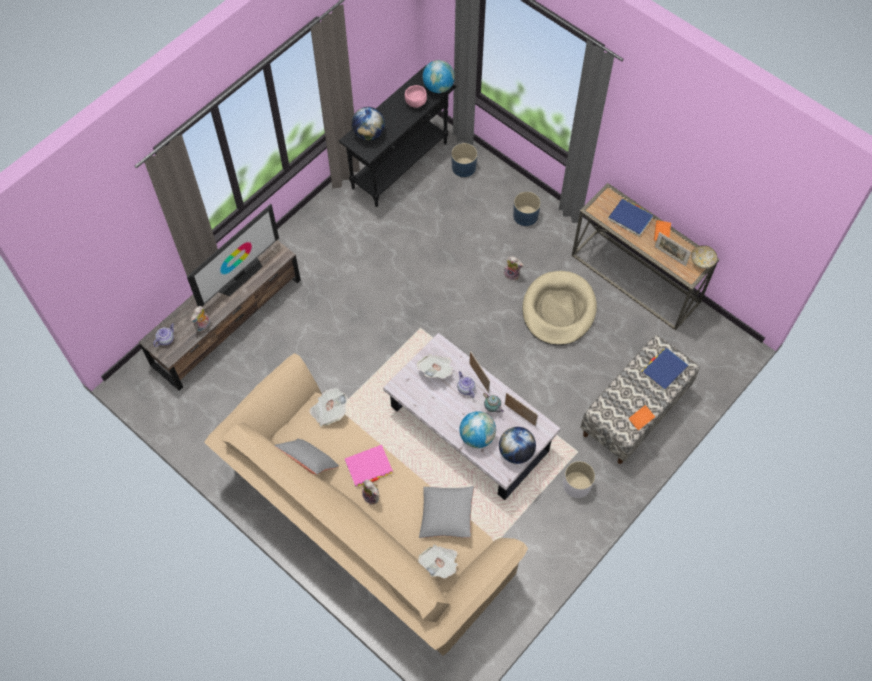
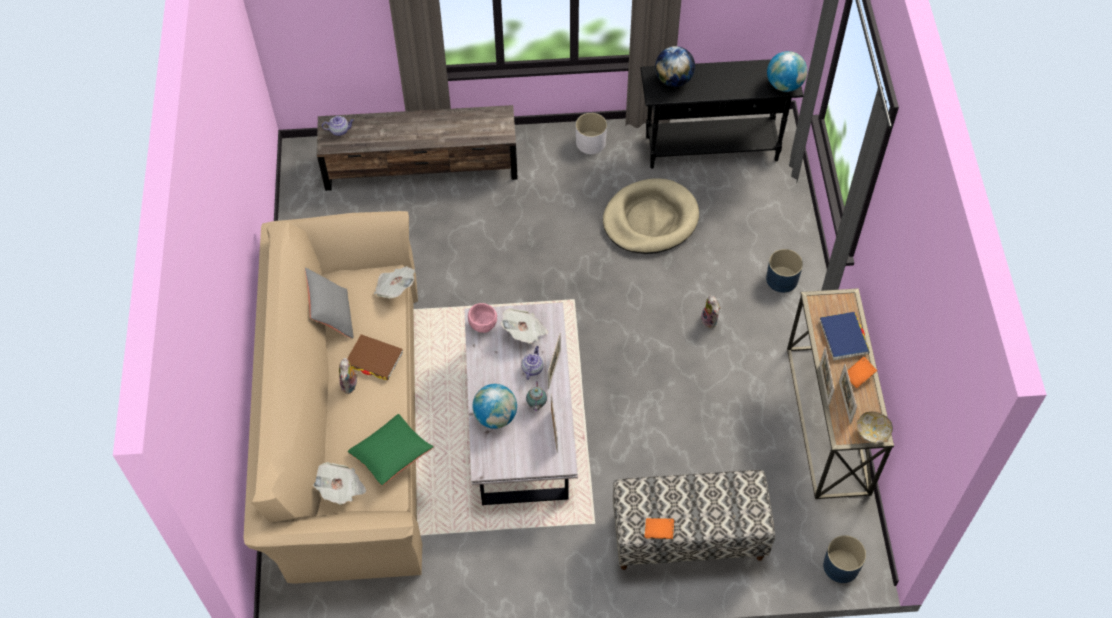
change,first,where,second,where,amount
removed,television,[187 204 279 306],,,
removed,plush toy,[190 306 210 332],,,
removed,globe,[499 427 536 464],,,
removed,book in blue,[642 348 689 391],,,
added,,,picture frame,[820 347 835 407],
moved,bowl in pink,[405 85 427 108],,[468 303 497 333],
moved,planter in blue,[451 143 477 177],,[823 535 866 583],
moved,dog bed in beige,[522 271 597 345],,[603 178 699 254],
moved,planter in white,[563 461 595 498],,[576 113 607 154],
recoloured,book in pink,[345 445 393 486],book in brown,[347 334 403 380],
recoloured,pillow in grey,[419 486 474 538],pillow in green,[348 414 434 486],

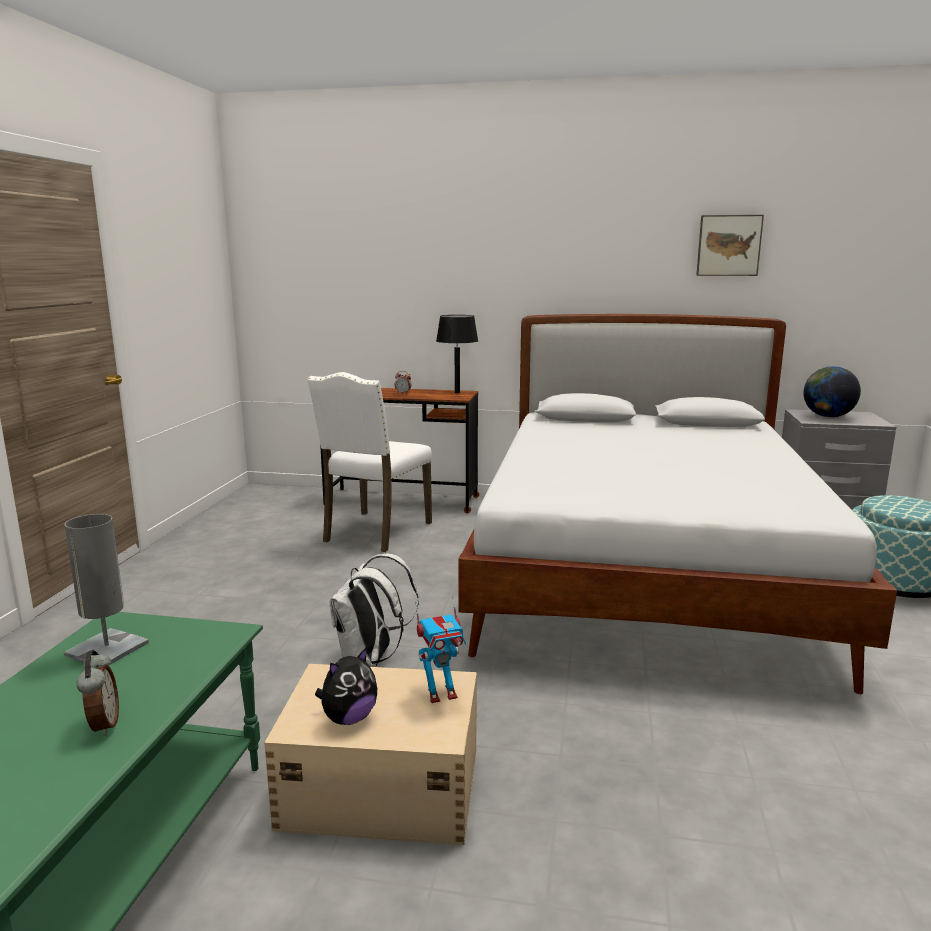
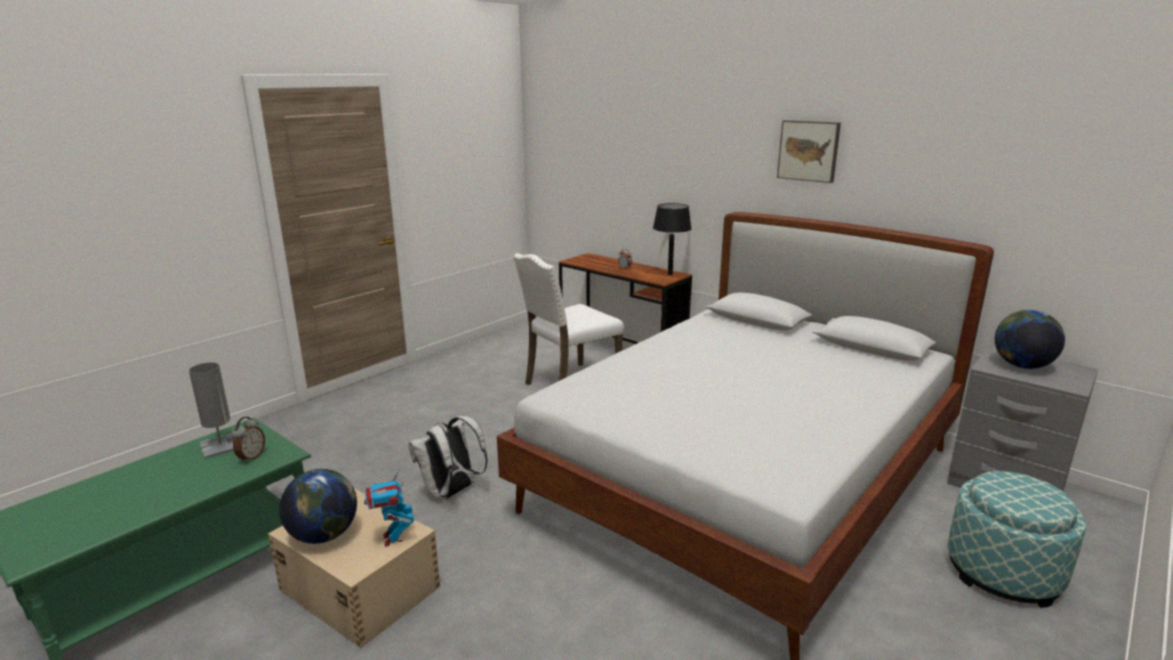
change,first,where,second,where,amount
moved,alarm clock,[76 650 119 736],,[231 417 265 463],
moved,picture,[696 215 764 276],,[777 120 841 183],
replaced,plush toy,[315 647 377 725],globe,[279 469 357 544],
turned,toy robot,[415 595 466 703],,[364 468 414 547],60 degrees clockwise

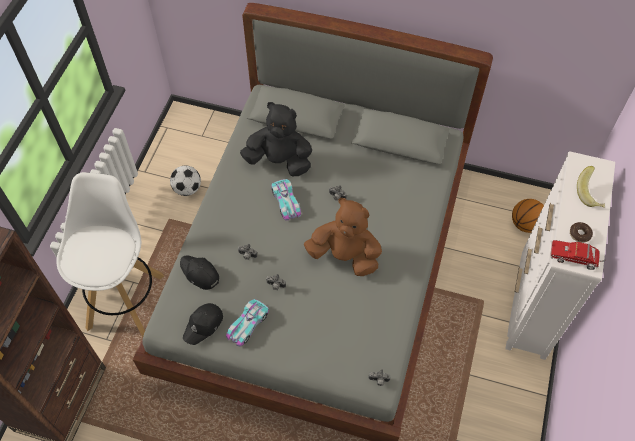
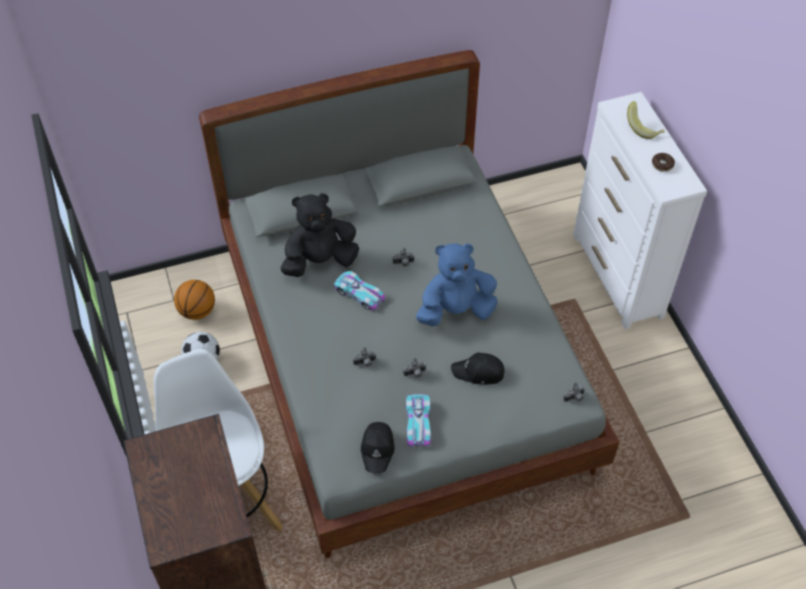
change,first,where,second,where,amount
removed,toy truck,[550 240 606 270],,,
moved,cap in black,[180 255 219 290],,[451 353 505 385],
moved,basketball,[512 199 544 233],,[174 280 215 320],
recoloured,plush toy in brown,[304 198 382 276],plush toy in blue,[416 243 498 326],

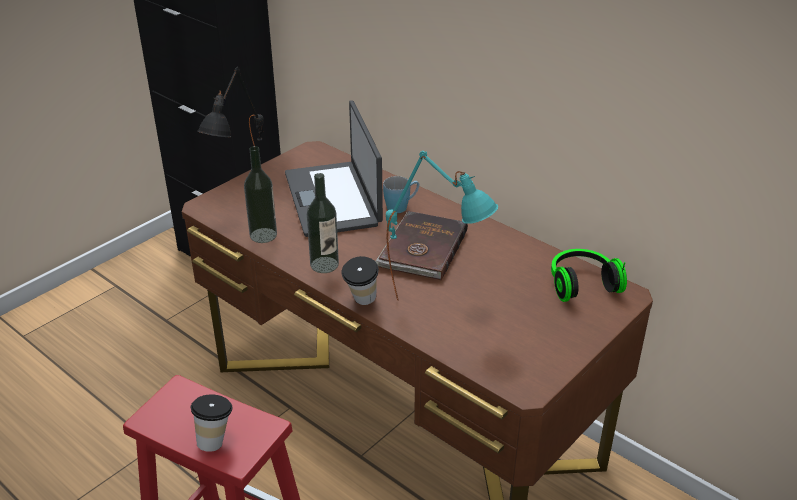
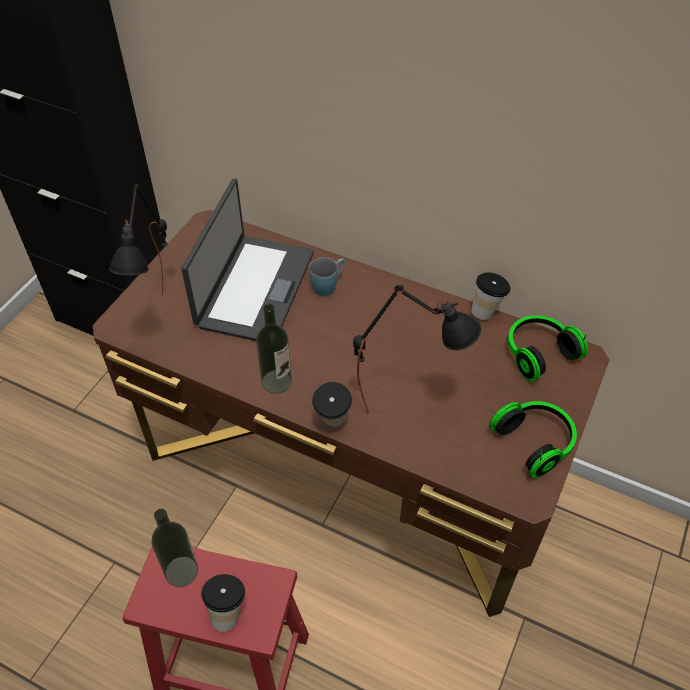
change,first,where,second,where,amount
removed,book in brown,[375 211 468 281],,,
added,,,cup,[471 272 511 320],
added,,,headphones,[489 401 577 478],
moved,bottle,[244 146 277 243],,[152 509 198 587],
recoloured,table lamp in turquoise,[386 151 498 301],table lamp in black,[353 285 482 414],
turned,laptop,[285 101 383 237],,[181 179 314 341],135 degrees counterclockwise

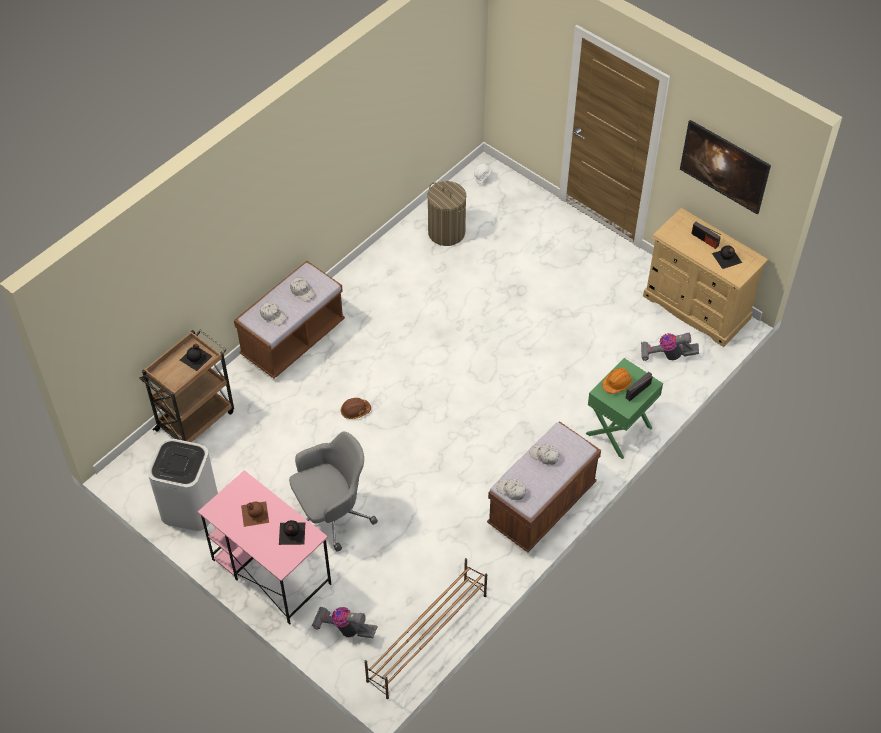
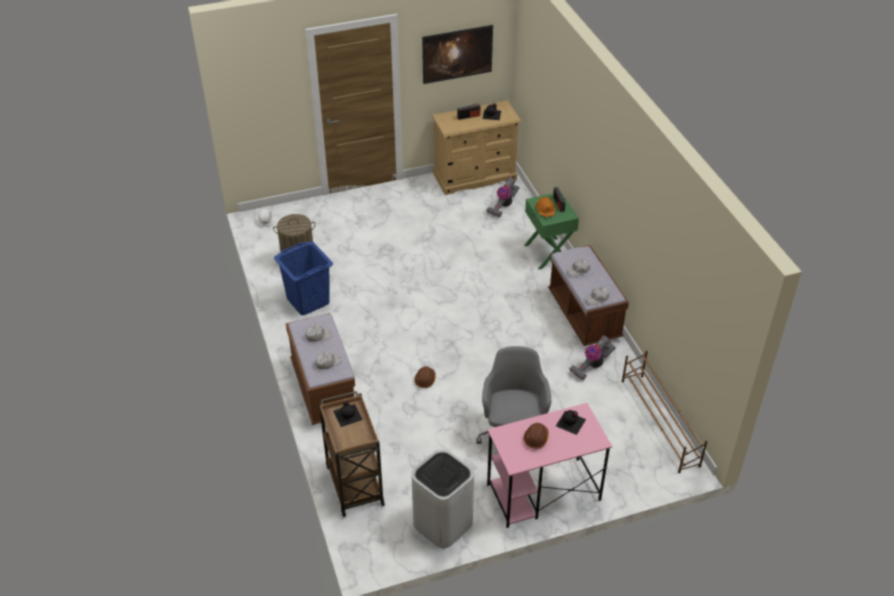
change,first,where,second,where,amount
added,,,laundry basket in blue,[274 241 333 315],
moved,vacuum cleaner,[312 606 378 638],,[569 335 616 380],
replaced,bottle in brown,[241 501 269 527],hard hat in brown,[524 423 548 449],

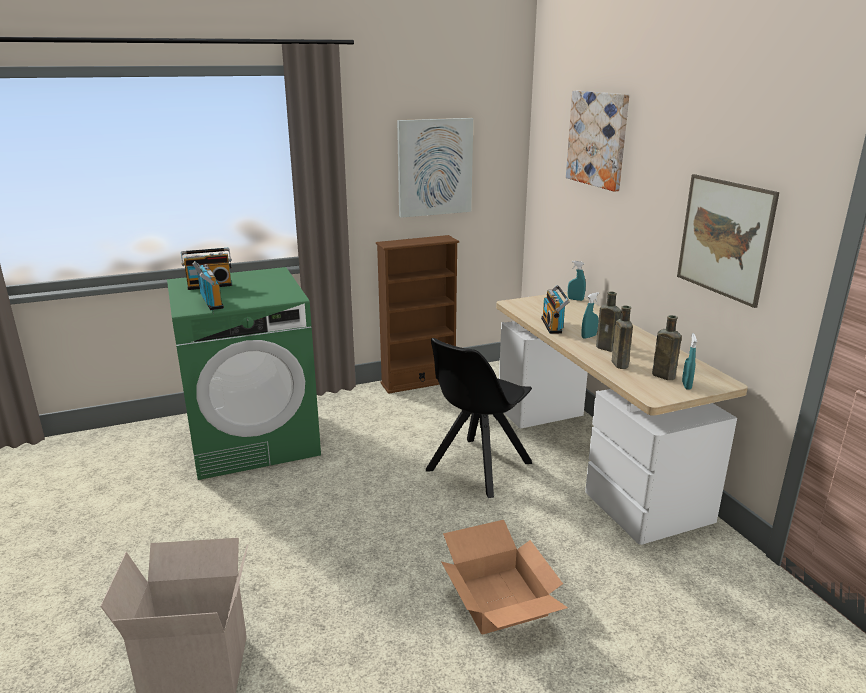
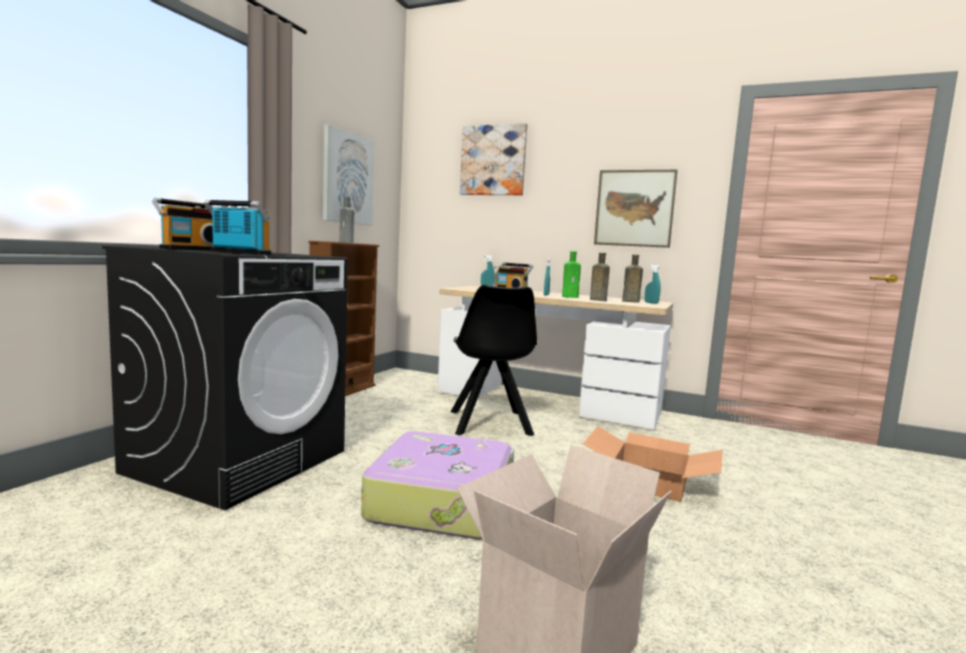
change,first,where,second,where,amount
added,,,bottle in grey,[339 197 354 243],
added,,,suitcase,[361 431 514 539],
recoloured,washing machine in green,[167 267 321 480],washing machine in black,[102 246 348 510],
recoloured,bottle in brown,[596 292 621 352],bottle in green,[562 251 581 298],

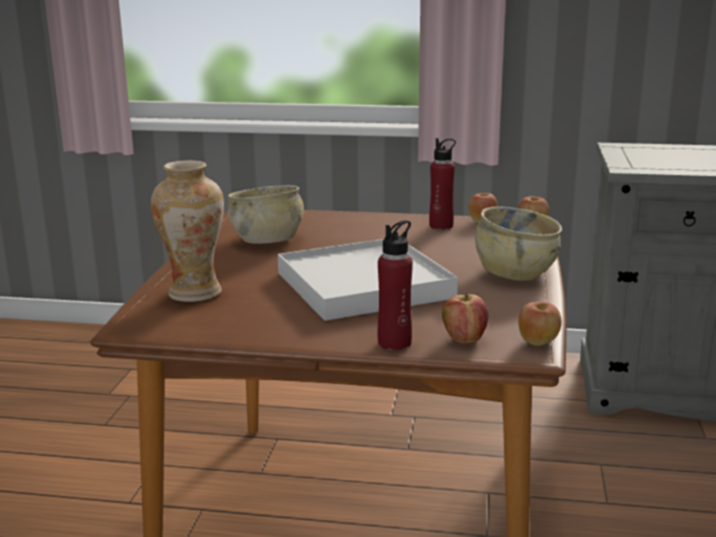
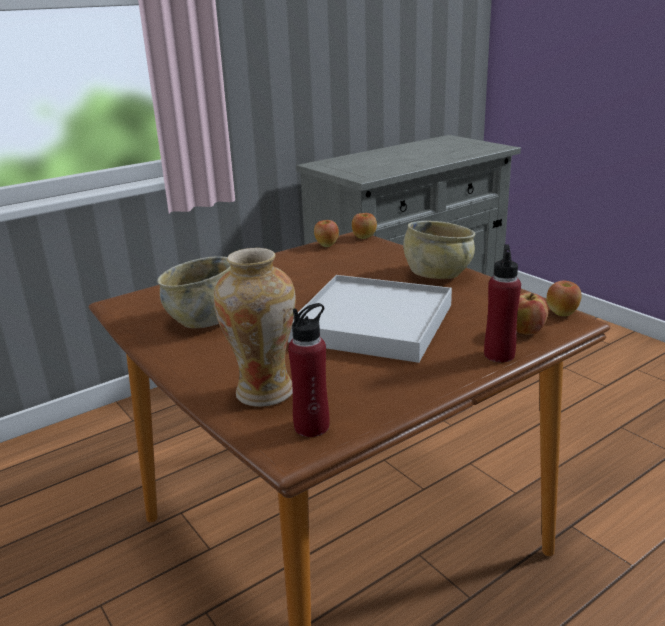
change,first,where,second,where,amount
moved,bottle in red,[429 138 456 230],,[288 303 329 437],

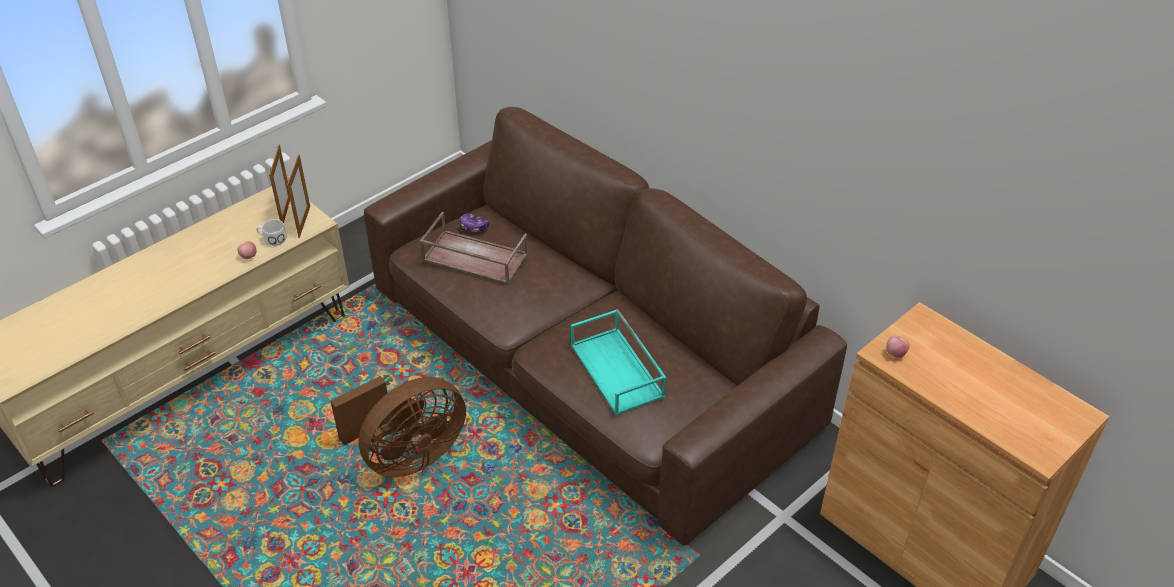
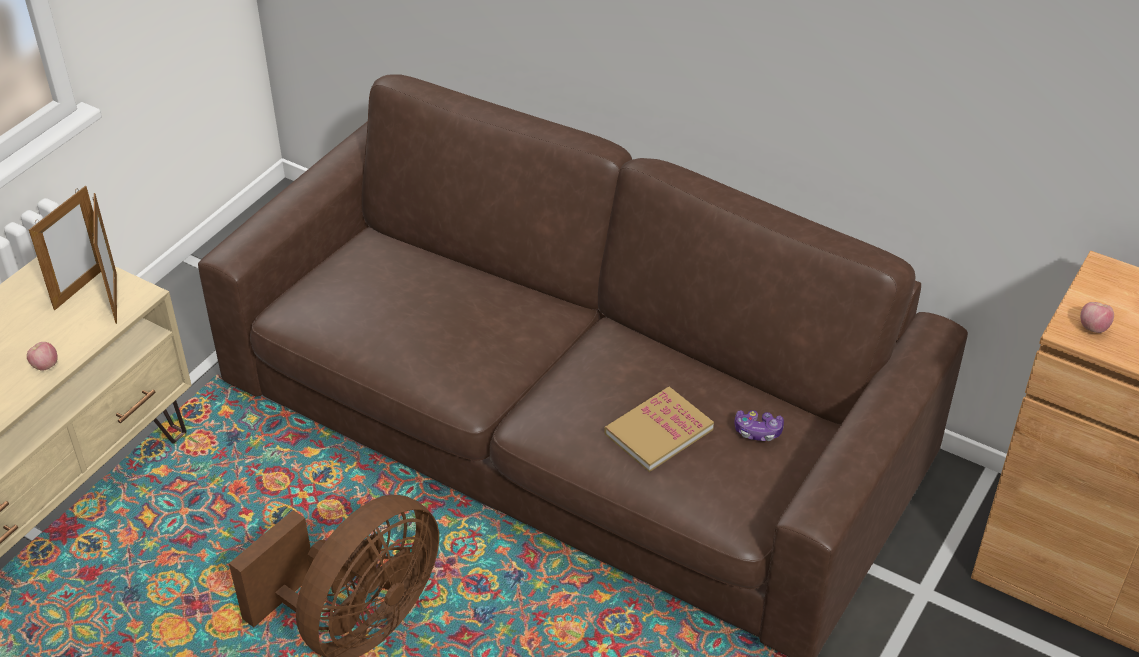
change,first,where,second,where,amount
removed,mug in white,[256 219 287 246],,,
removed,tray in brown,[419 212 528 285],,,
moved,game controller,[460 214 490 232],,[735 410 784 441],
replaced,tray in turquoise,[571 309 666 415],book,[604 387 714 472],
turned,picture frame,[269 144 290 223],,[29 186 101 310],45 degrees clockwise

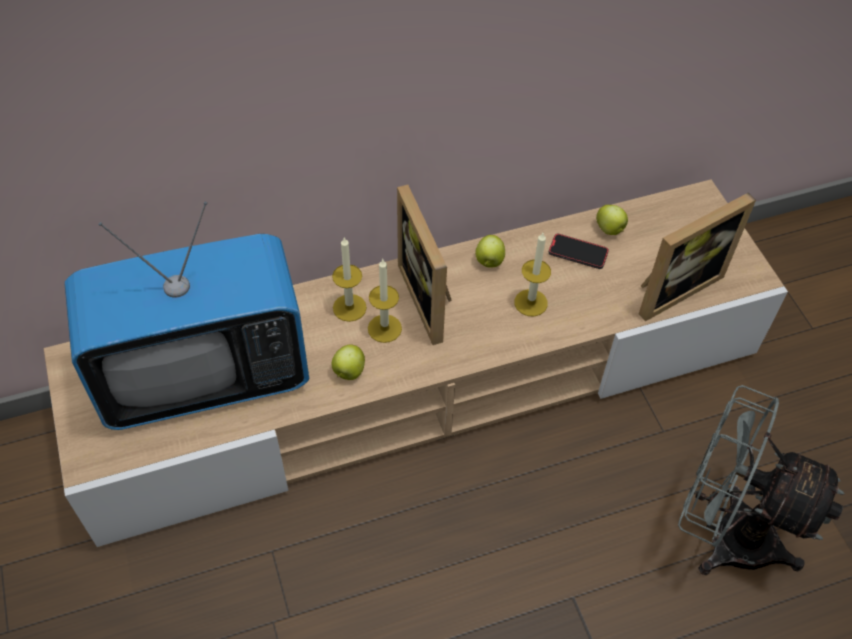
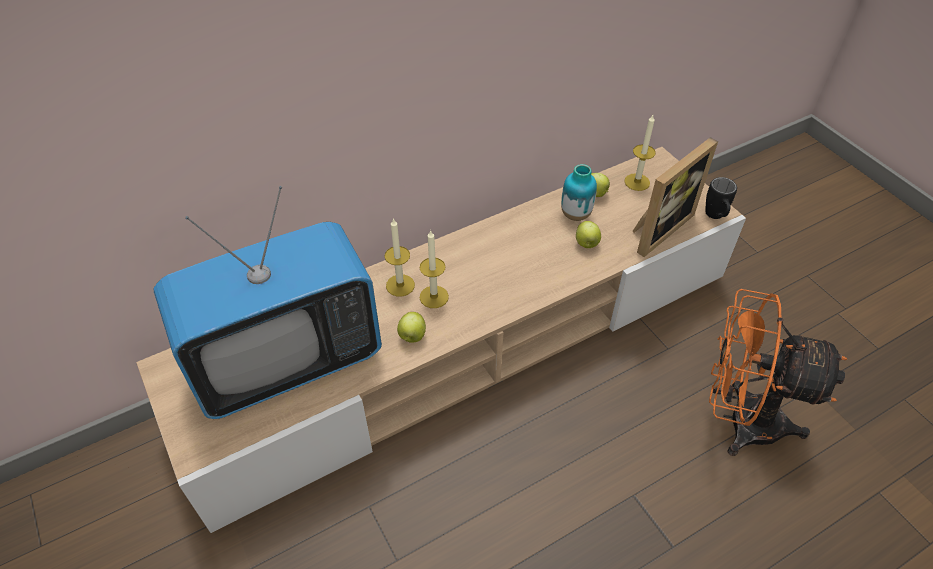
change,first,where,second,where,amount
removed,picture frame,[397 185 452 345],,,
added,,,mug in black,[705 177 737 219],
moved,apple,[475 235 505 268],,[576 221 601 248],
moved,candle,[515 233 551 316],,[624 115 656 191],
replaced,phone,[549 234 609 269],vase,[561 164 597 221],
recoloured,fan in grey,[678 385 844 575],fan in orange,[709 289 847 456],

